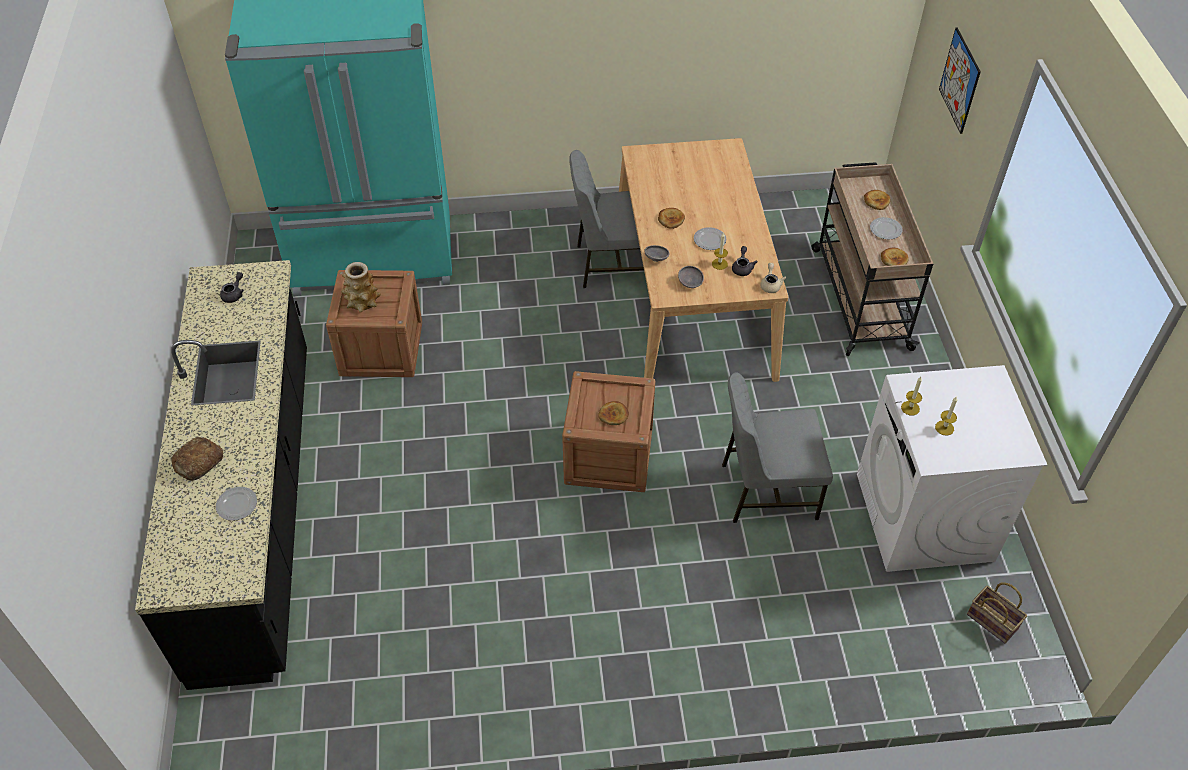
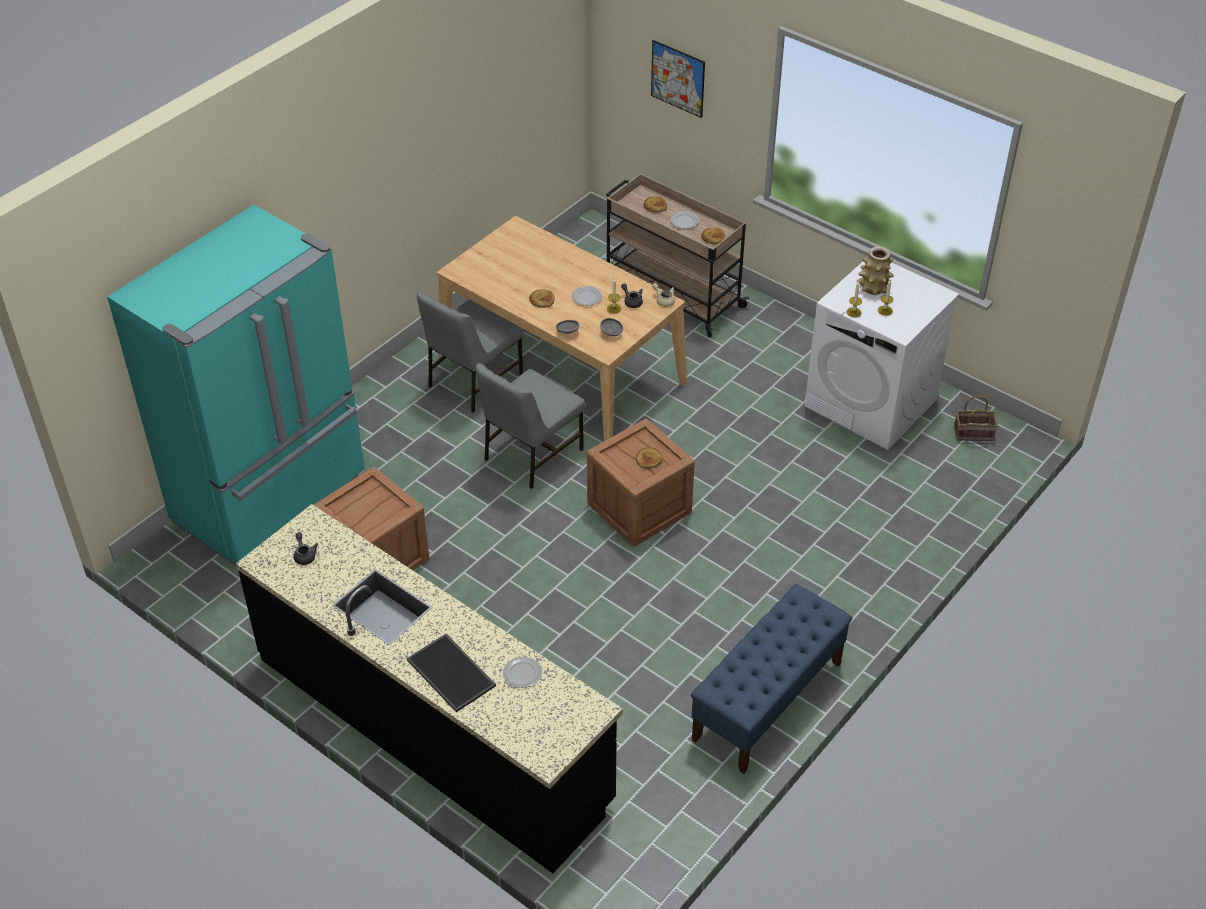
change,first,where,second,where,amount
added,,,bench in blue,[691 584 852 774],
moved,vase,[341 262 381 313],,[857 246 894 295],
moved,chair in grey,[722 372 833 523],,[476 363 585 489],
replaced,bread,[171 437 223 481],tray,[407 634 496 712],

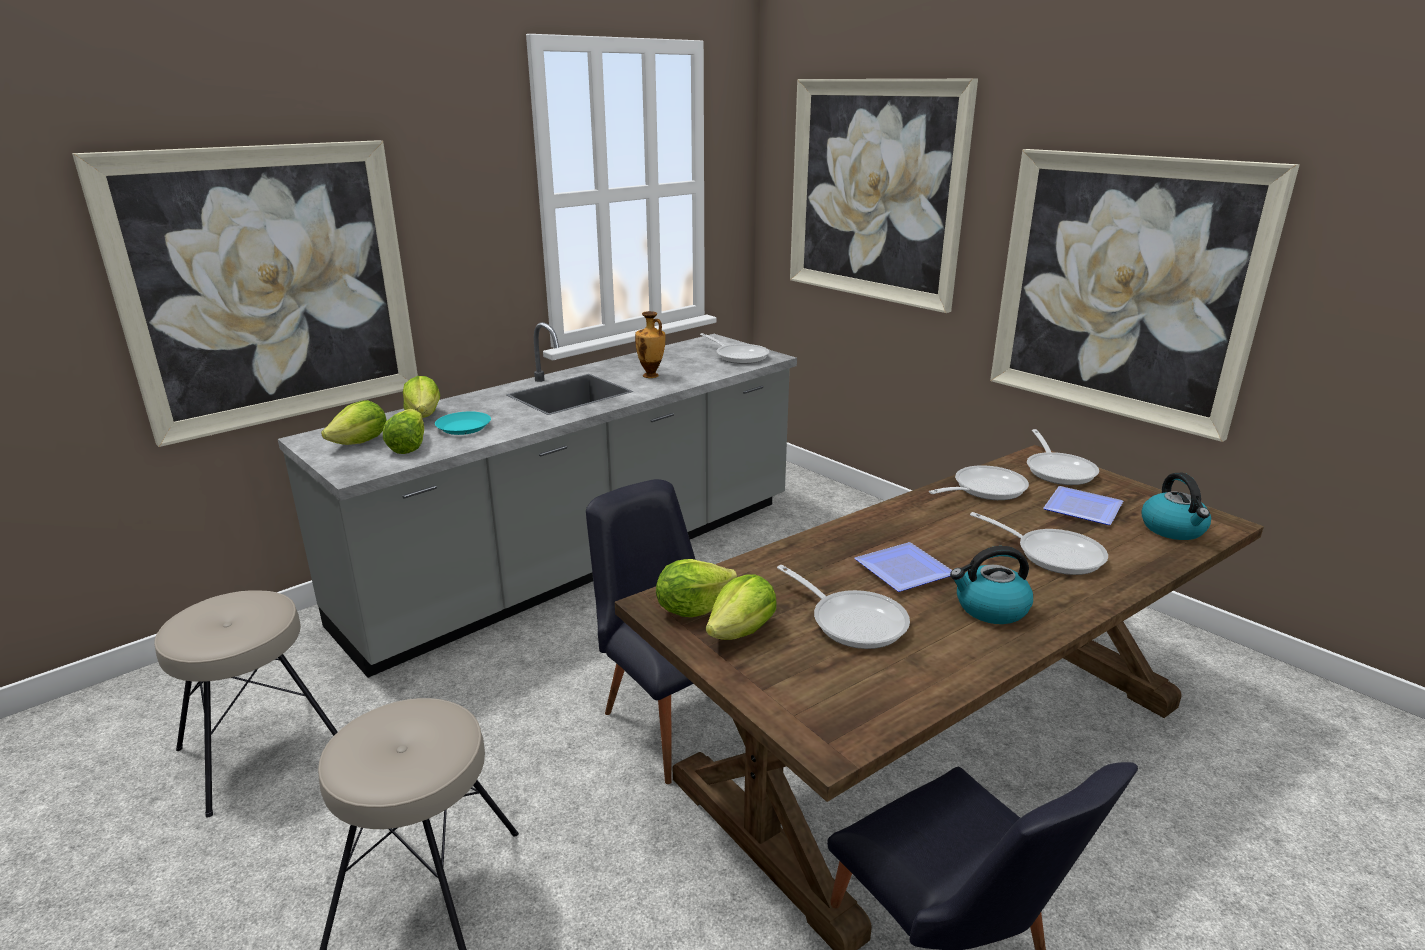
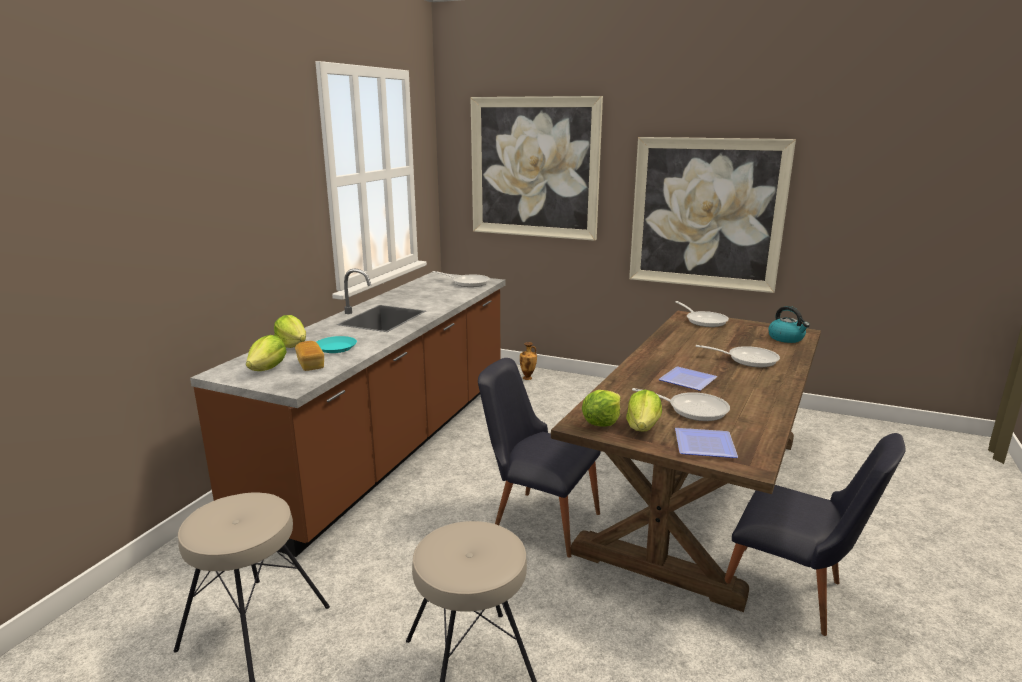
change,first,where,second,where,amount
removed,picture,[72 140 418 447],,,
removed,frying pan,[929 465 1029 500],,,
removed,kettle,[950 546 1033 624],,,
moved,vase,[635 311 665 378],,[520 342 537 380],
moved,plate,[1044 486 1123 525],,[675 428 738 458],
replaced,lettuce,[383 409 424 454],bread,[295 341 324 371],
recoloured,counter in grey,[278 322 797 678],counter in brown,[190 269 506 557],

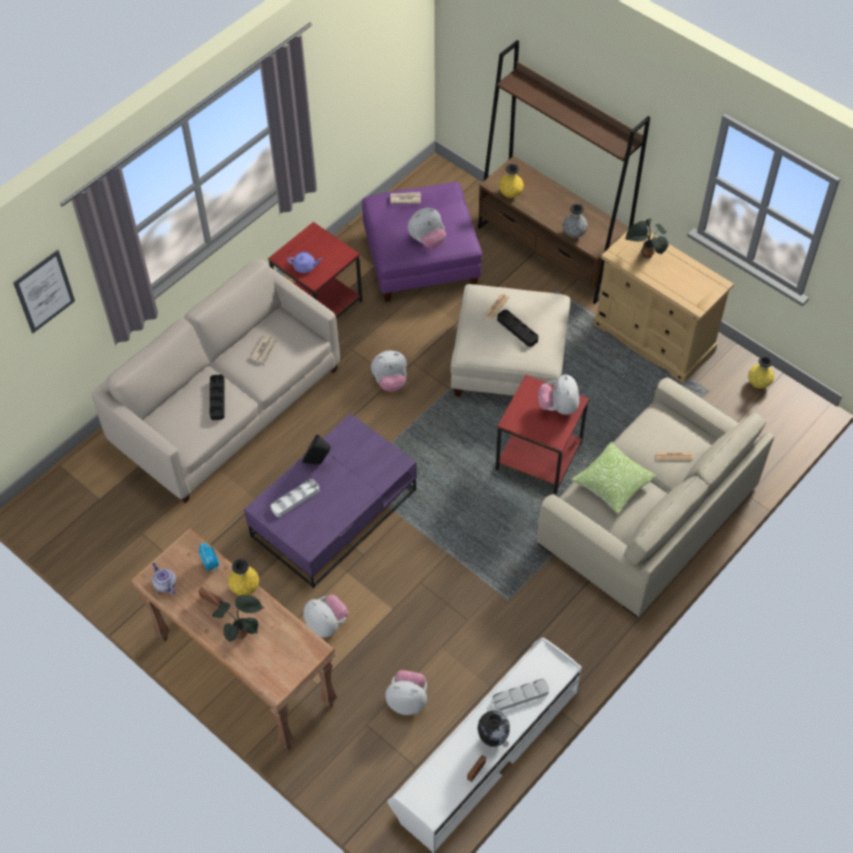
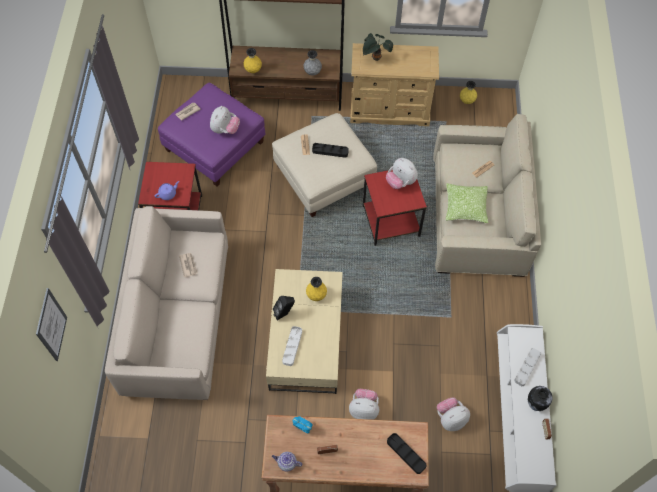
change,first,where,second,where,amount
removed,potted plant,[212 595 264 643],,,
removed,plush toy,[371 351 407 392],,,
moved,tray in black,[210 375 225 420],,[387 433 427 474],
moved,vase in yellow,[228 559 259 595],,[306 277 327 301],
recoloured,coffee table in purple,[244 413 417 589],coffee table in beige,[266 269 343 394],

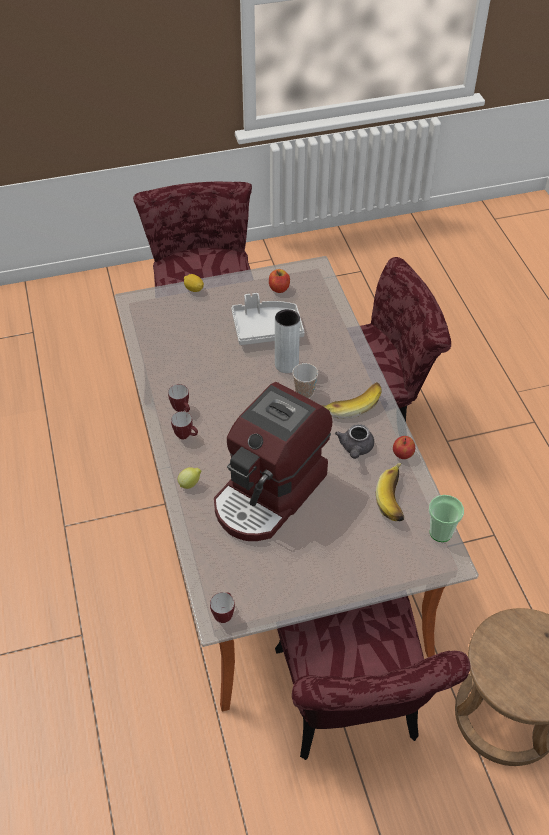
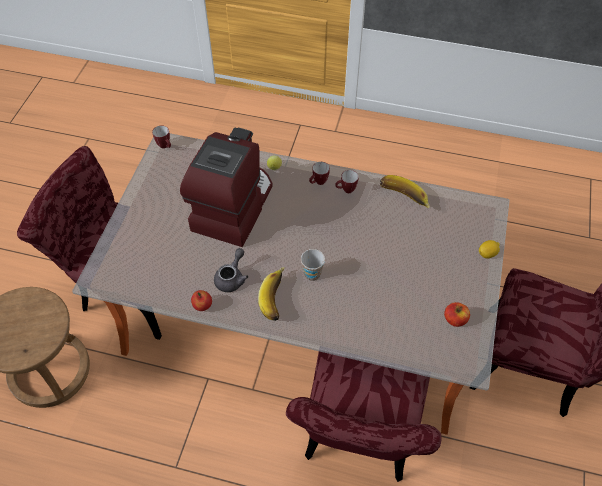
change,first,where,second,where,amount
removed,tray in grey,[231 293 305 345],,,
removed,vase in grey,[275 309 300 373],,,
removed,cup,[429 495 464 542],,,
moved,banana,[376 463 404 521],,[380 175 430 208],
turned,coffee machine,[214 382 332 541],,[180 128 273 247],45 degrees clockwise
turned,teapot in grey,[335 424 374 459],,[214 248 248 292],75 degrees clockwise

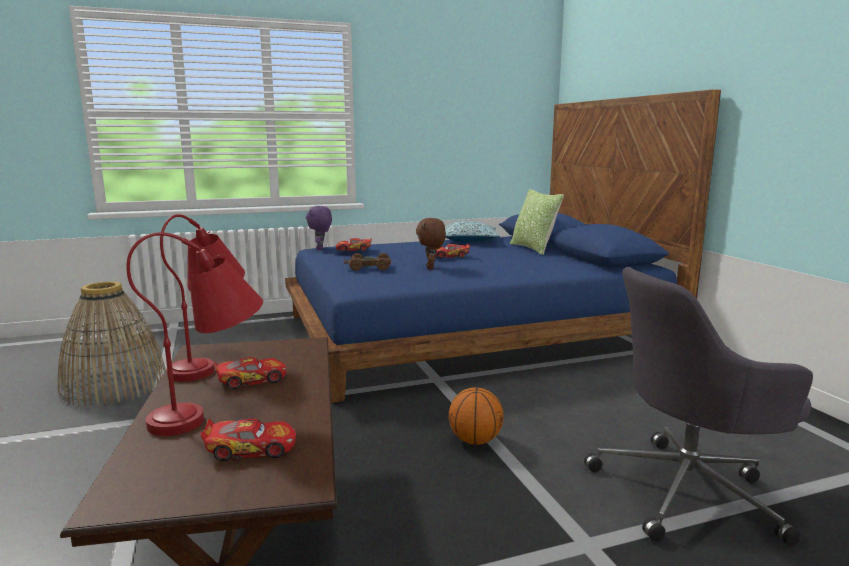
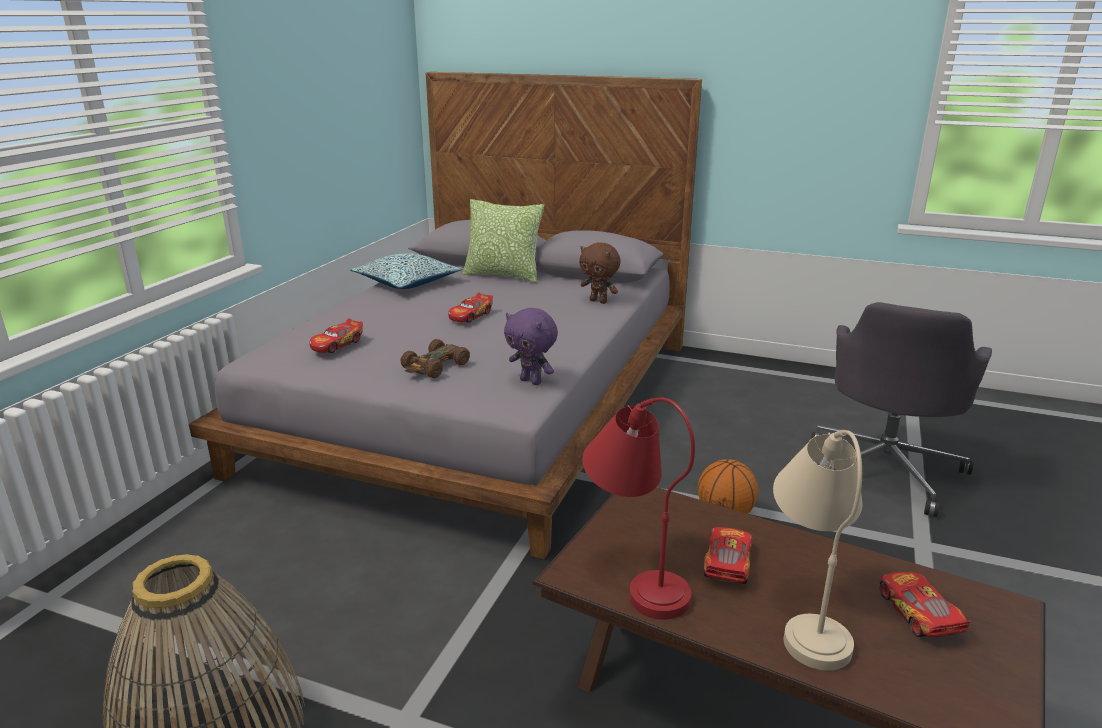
change,first,where,second,where,amount
moved,plush toy in purple,[306 206 332 250],,[504 308 558 385],
moved,plush toy in brown,[416 218 446 270],,[579 242 621 304],
recoloured,table lamp in red,[126 232 263 436],table lamp in beige,[773 430 862 671],
recoloured,bed in blue,[285 89 721 403],bed in grey,[189 72 702 559],
turned,toy car,[200 419 296 461],,[880 572 971 637],45 degrees counterclockwise

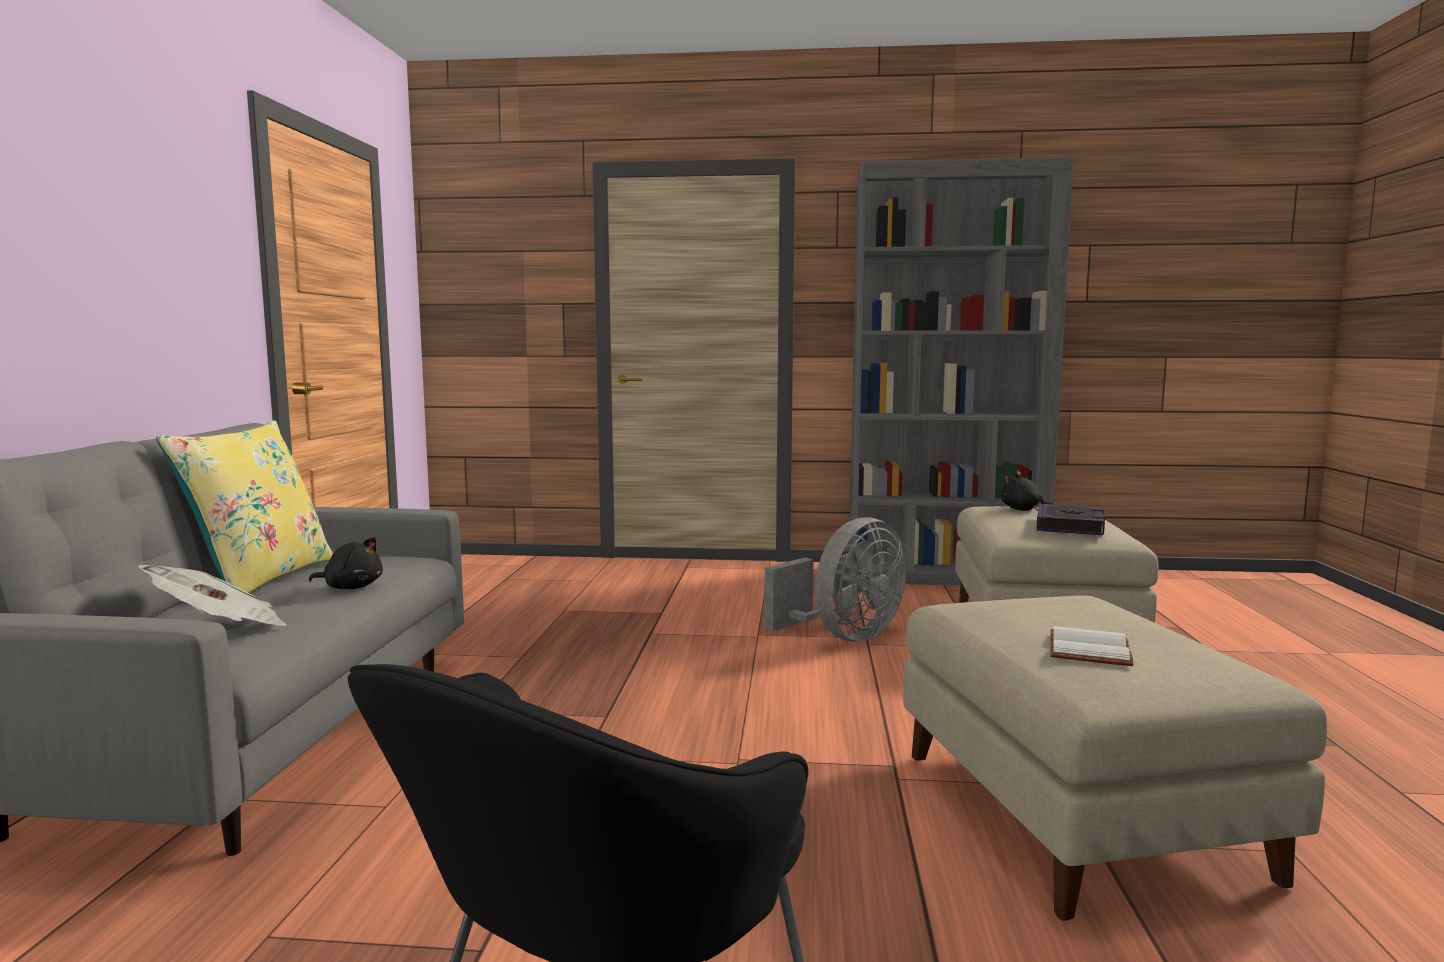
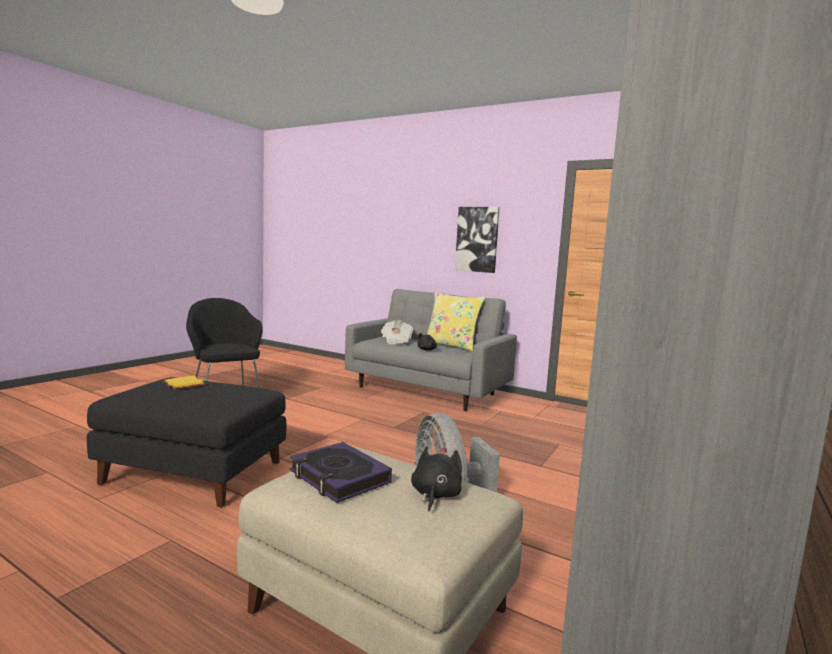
change,first,where,second,where,amount
added,,,picture,[455 207 500 273],
recoloured,ottoman in beige,[903 596 1327 921],ottoman in black,[87 377 286 508],
recoloured,book in white,[1050 626 1134 666],book in yellow,[162 376 205 390],
turned,plush toy in black,[1001 473 1055 511],,[411 446 462 512],45 degrees counterclockwise

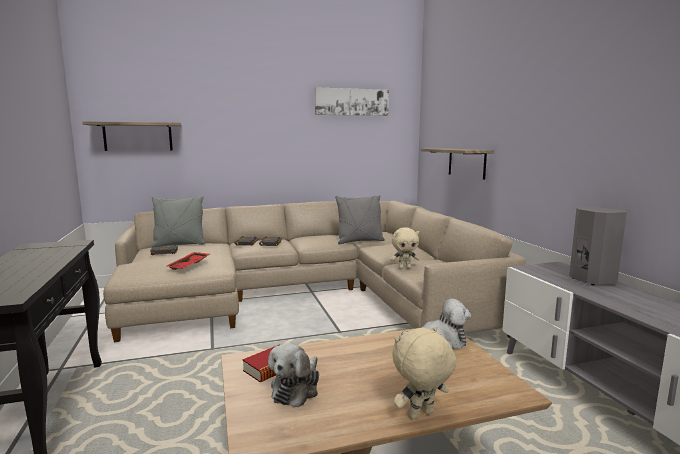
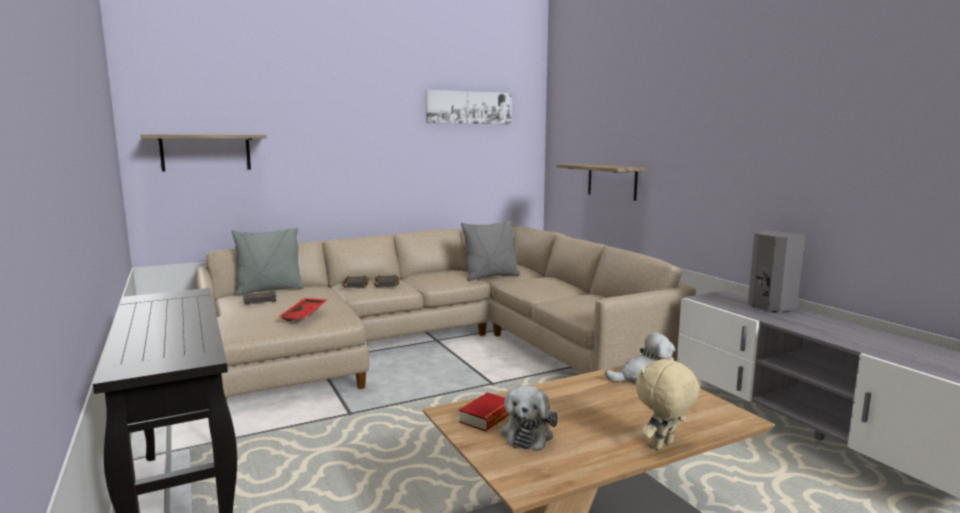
change,first,where,second,where,amount
removed,plush toy in beige,[390 227 419 269],,,

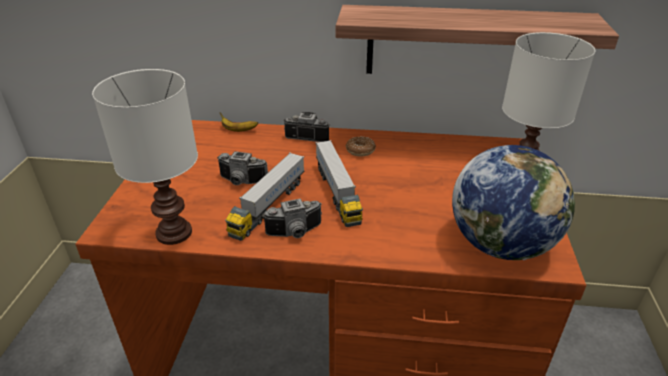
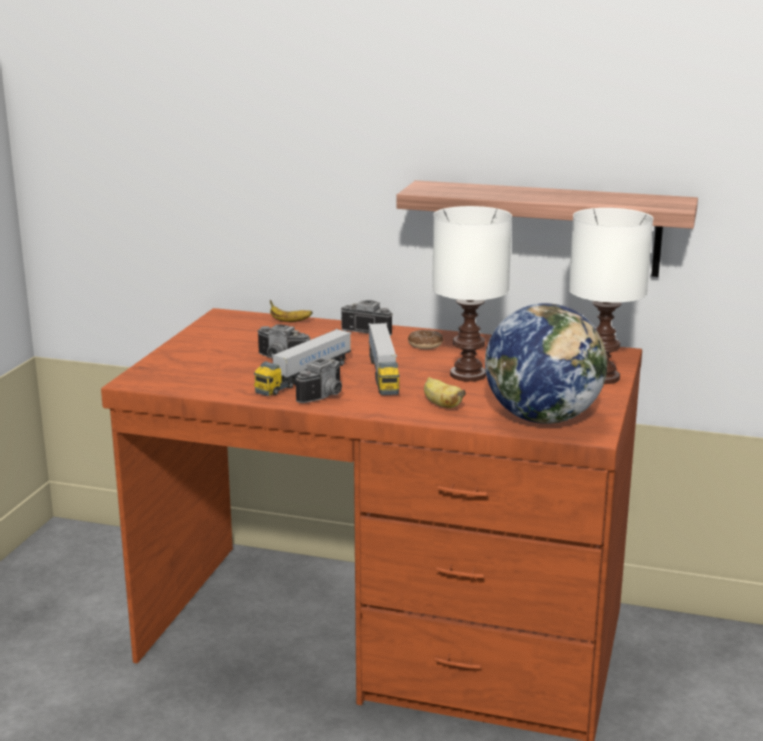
change,first,where,second,where,amount
added,,,banana,[424 377 466 408],
moved,table lamp in white,[92 69 198 245],,[432 206 512 382],
turned,photo camera,[262 198 322 238],,[296 359 342 403],45 degrees counterclockwise

